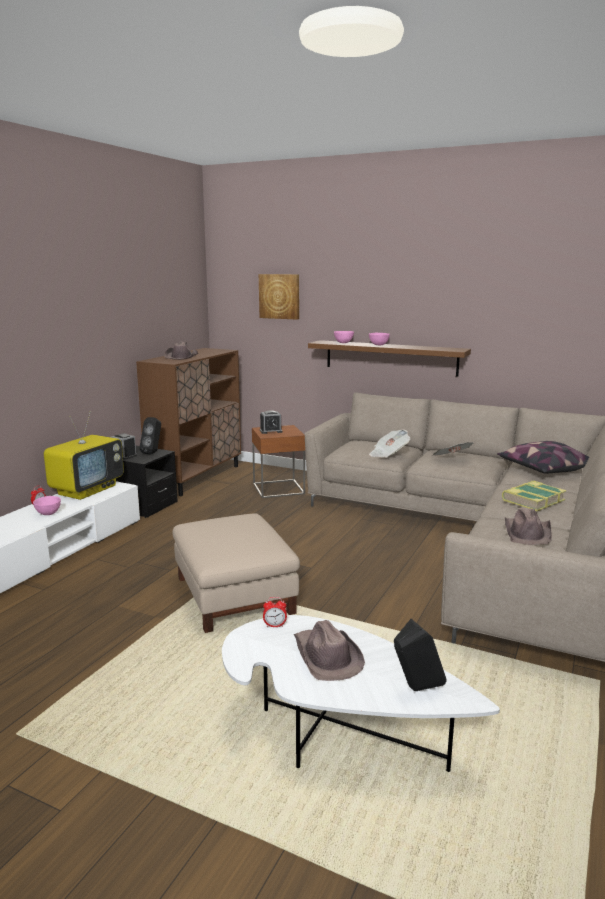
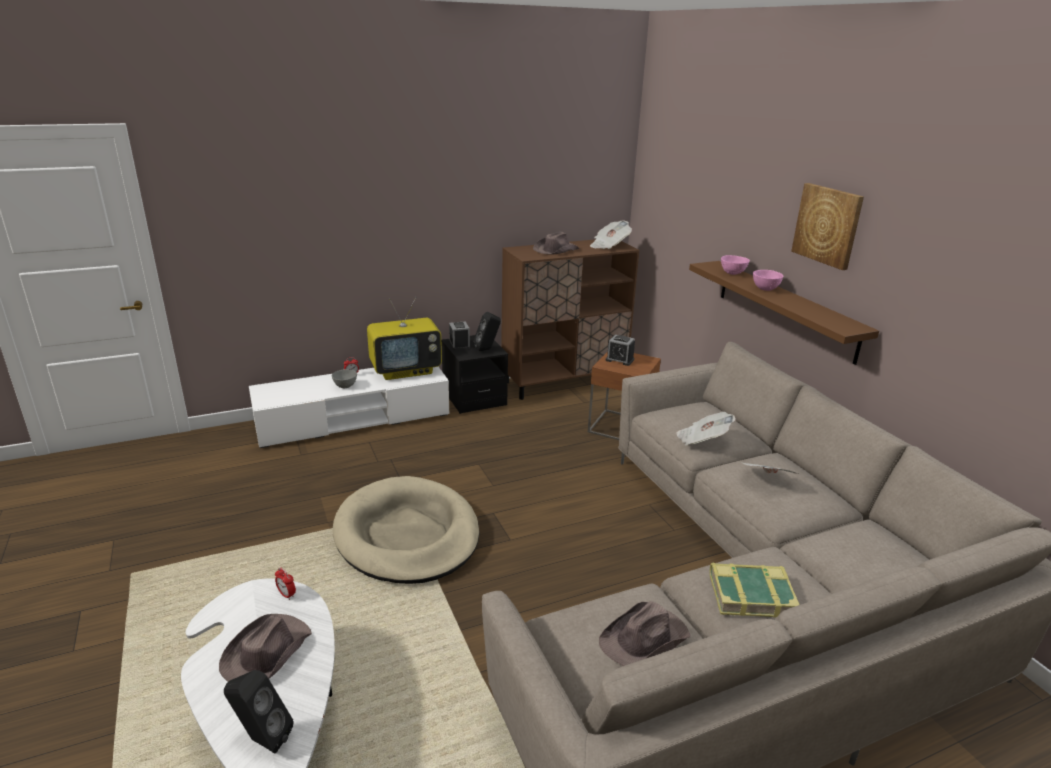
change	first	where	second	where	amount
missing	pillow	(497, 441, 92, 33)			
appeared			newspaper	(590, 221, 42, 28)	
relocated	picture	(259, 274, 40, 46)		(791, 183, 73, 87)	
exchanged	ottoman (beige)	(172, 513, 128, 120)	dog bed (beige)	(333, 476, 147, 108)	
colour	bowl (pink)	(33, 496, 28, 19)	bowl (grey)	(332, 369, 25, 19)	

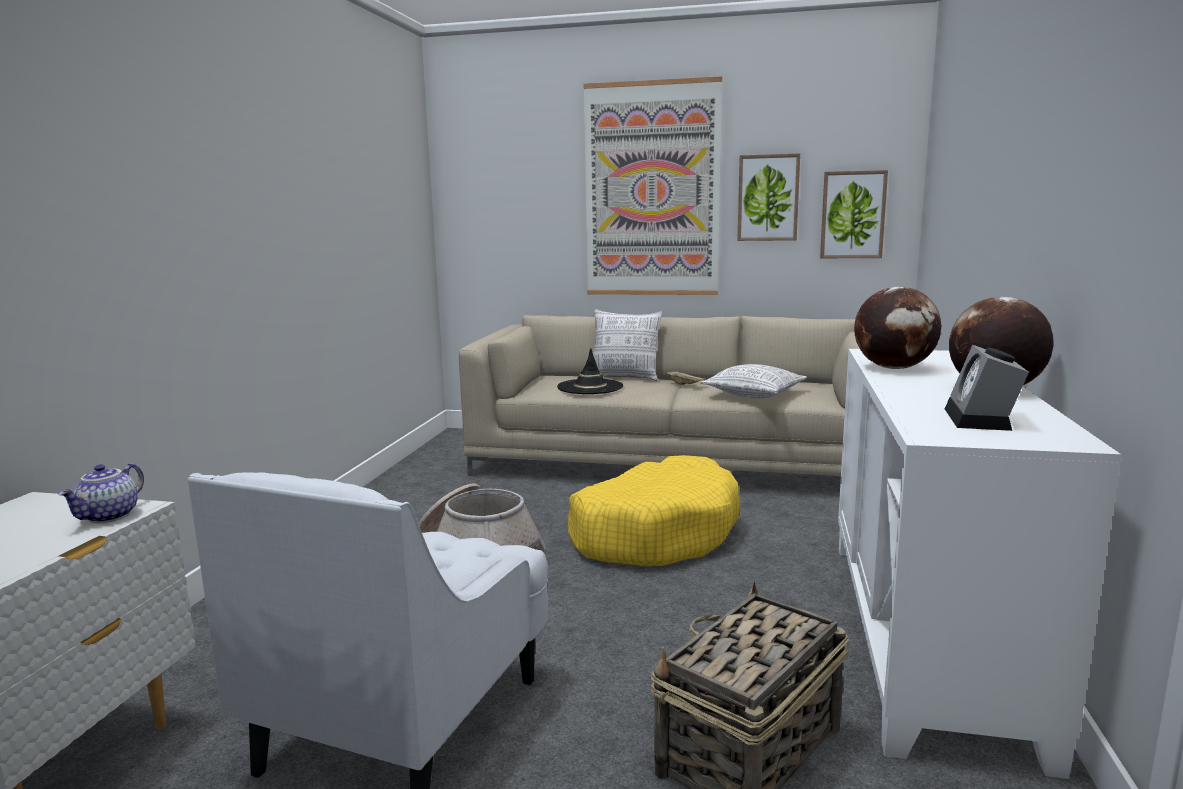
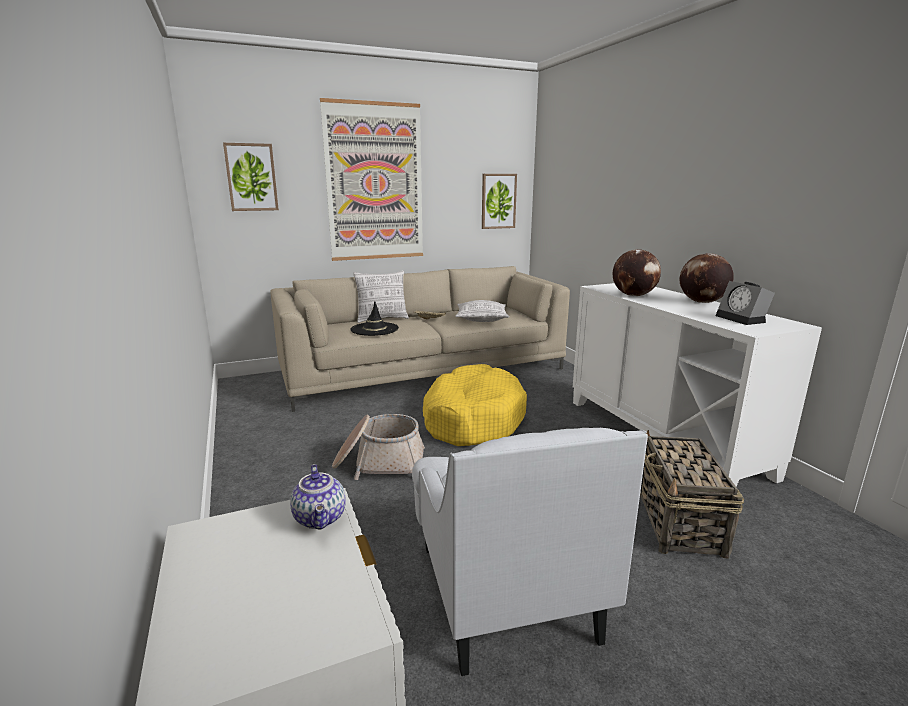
change	first	where	second	where	amount
relocated	picture	(737, 153, 63, 88)		(223, 143, 56, 68)	

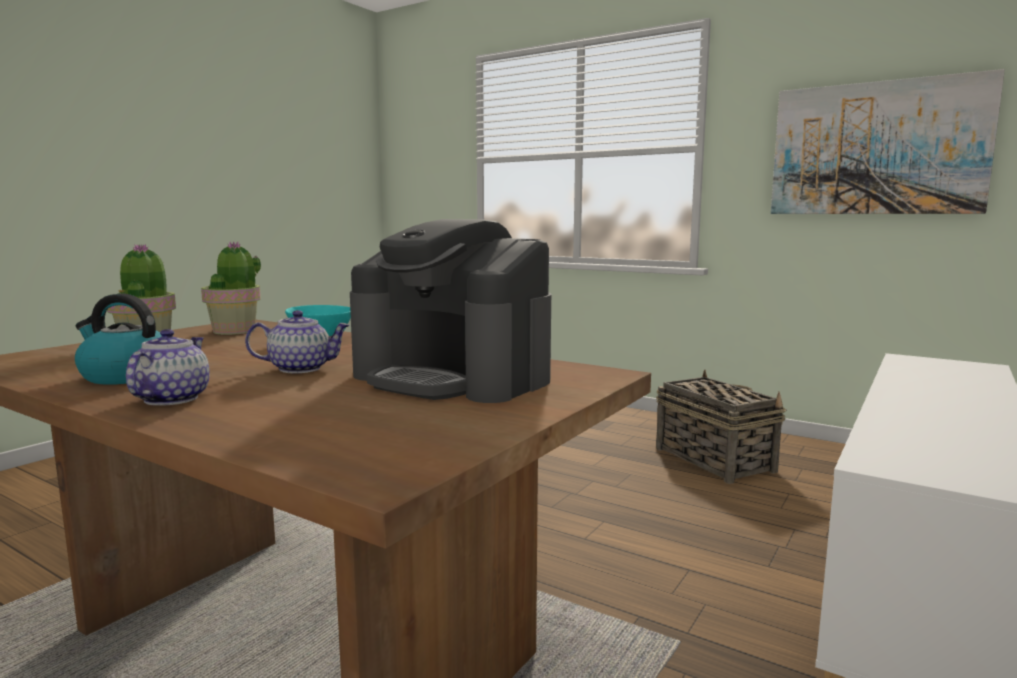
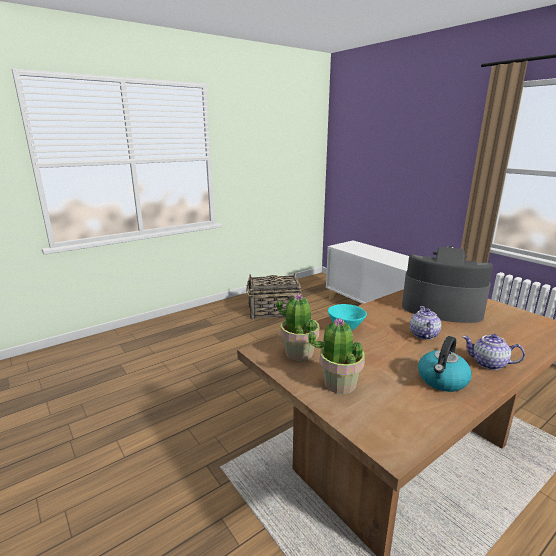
change	first	where	second	where	amount
missing	picture	(771, 69, 234, 145)			
spun	coffee machine	(350, 219, 201, 184)		(402, 246, 91, 77)	120 degrees counterclockwise

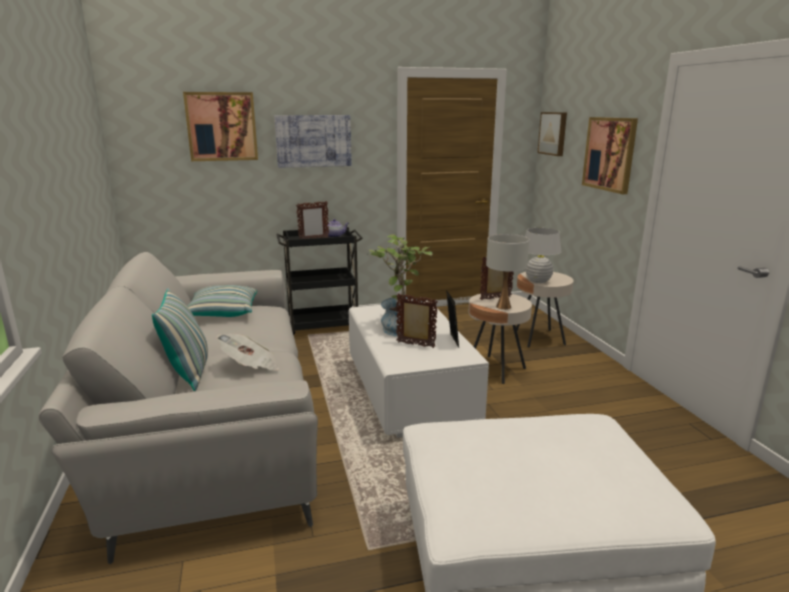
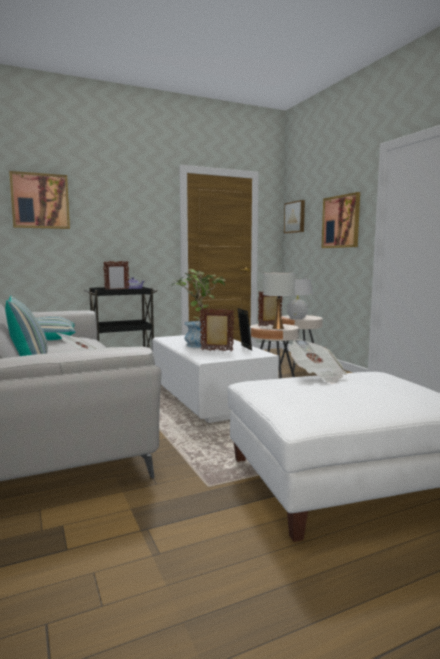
change	first	where	second	where	amount
missing	picture	(274, 115, 78, 53)			
appeared			newspaper	(288, 339, 59, 45)	

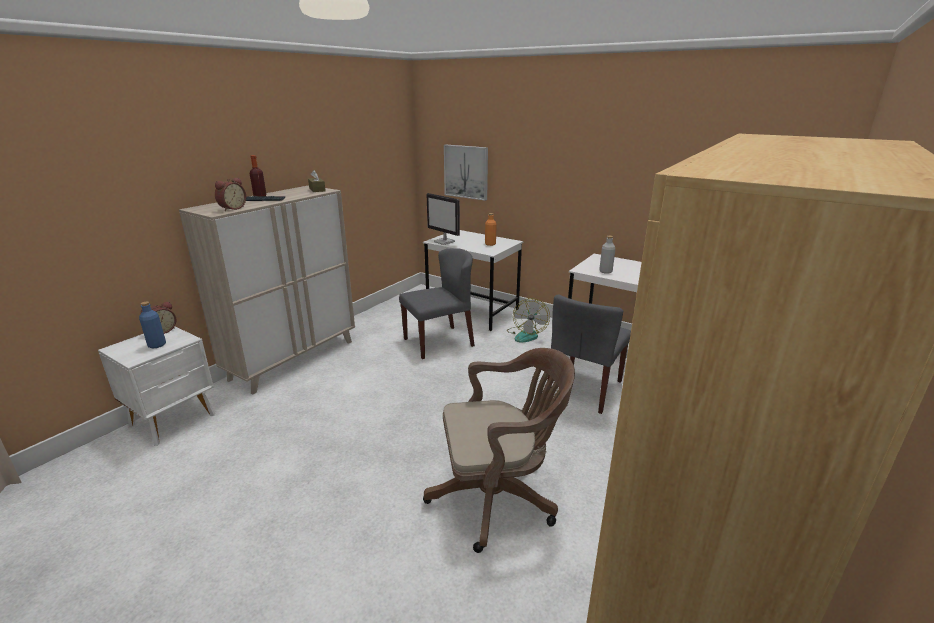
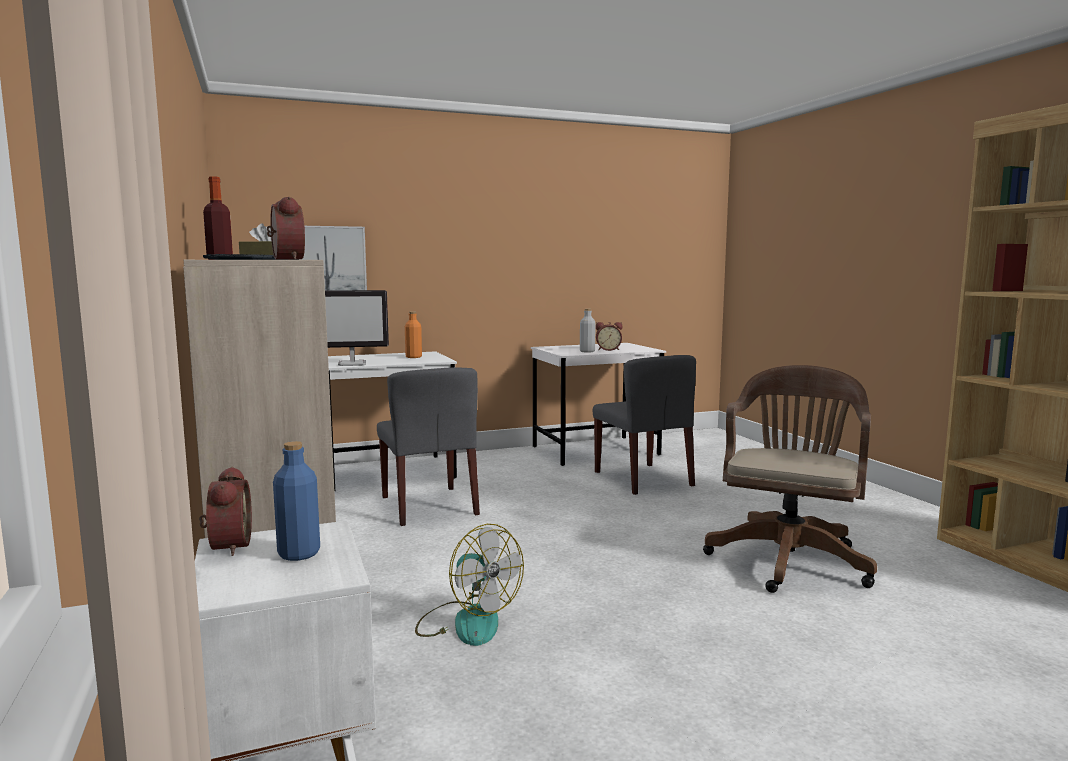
change	first	where	second	where	amount
appeared			alarm clock	(596, 322, 26, 29)	
relocated	fan	(507, 298, 43, 44)		(415, 524, 109, 122)	
spun	chair (grey)	(399, 248, 76, 111)		(377, 367, 103, 159)	150 degrees clockwise

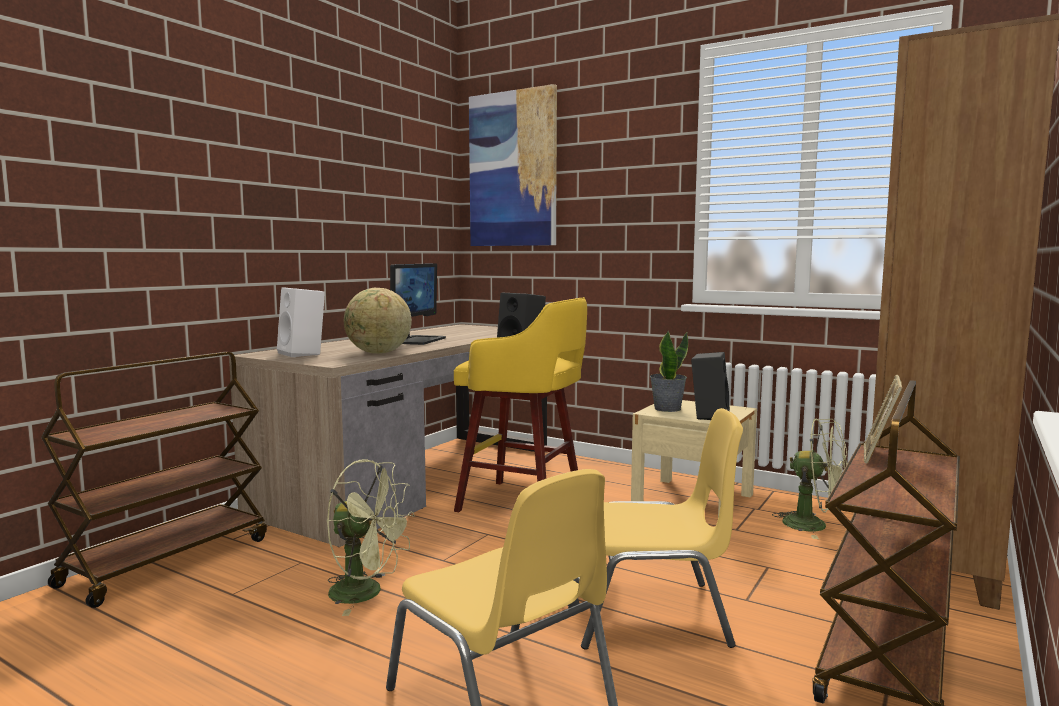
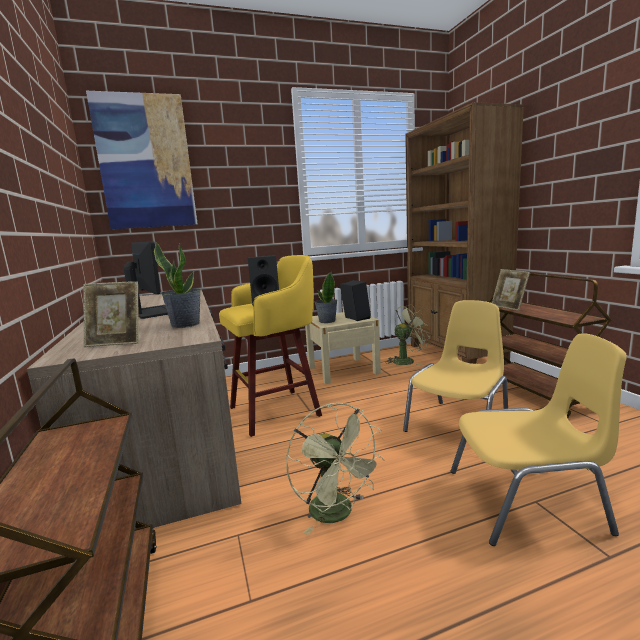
change	first	where	second	where	amount
exchanged	speaker (white)	(277, 287, 48, 70)	picture frame	(84, 281, 55, 66)	
exchanged	globe	(344, 288, 68, 66)	potted plant	(154, 242, 47, 86)	
spun	fan (green)	(327, 459, 88, 157)		(286, 403, 99, 132)	90 degrees clockwise

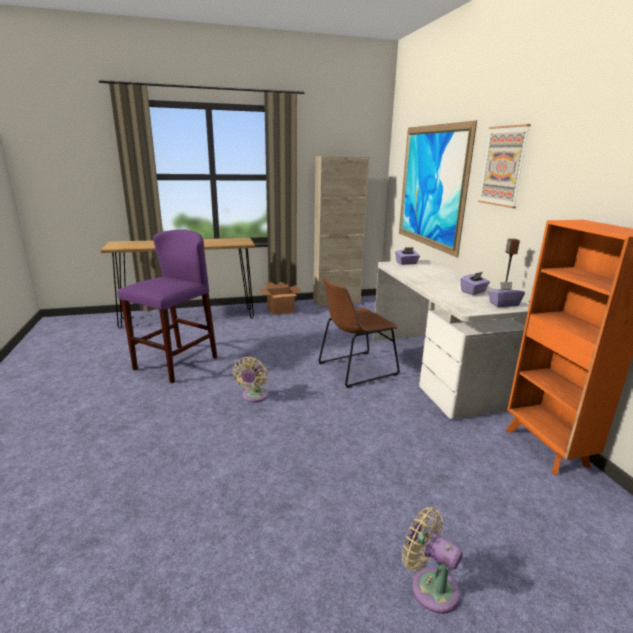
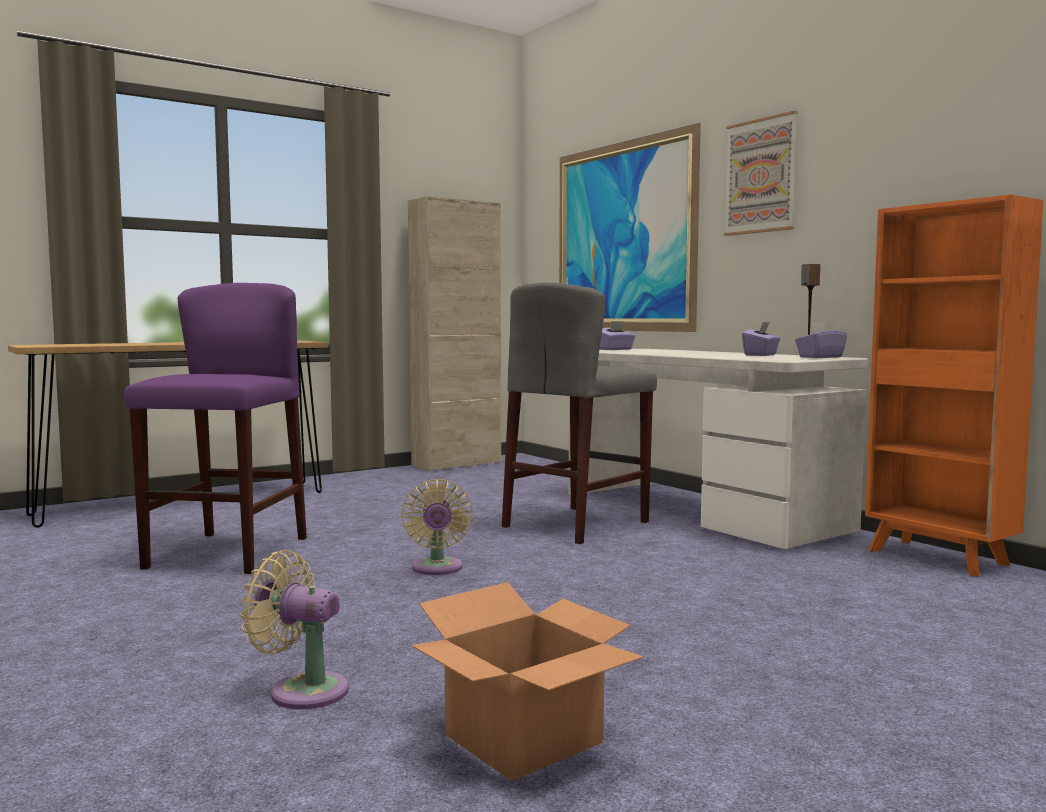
change	first	where	second	where	amount
relocated	cardboard box	(260, 282, 41, 33)		(411, 582, 233, 199)	
relocated	fan (beige)	(402, 507, 61, 107)		(240, 550, 109, 159)	
exchanged	chair (brown)	(318, 276, 82, 112)	stool (grey)	(502, 282, 155, 262)	

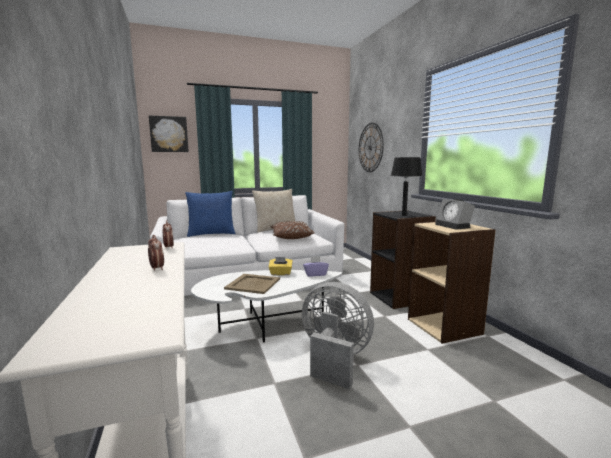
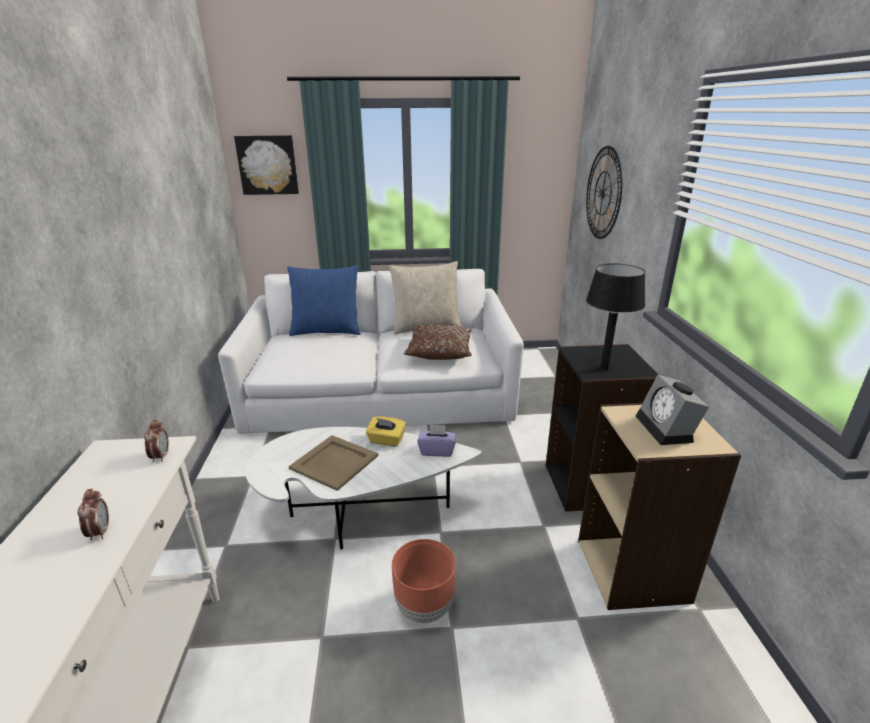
change	first	where	second	where	amount
exchanged	fan (grey)	(302, 282, 72, 108)	planter (brown)	(392, 539, 64, 84)	

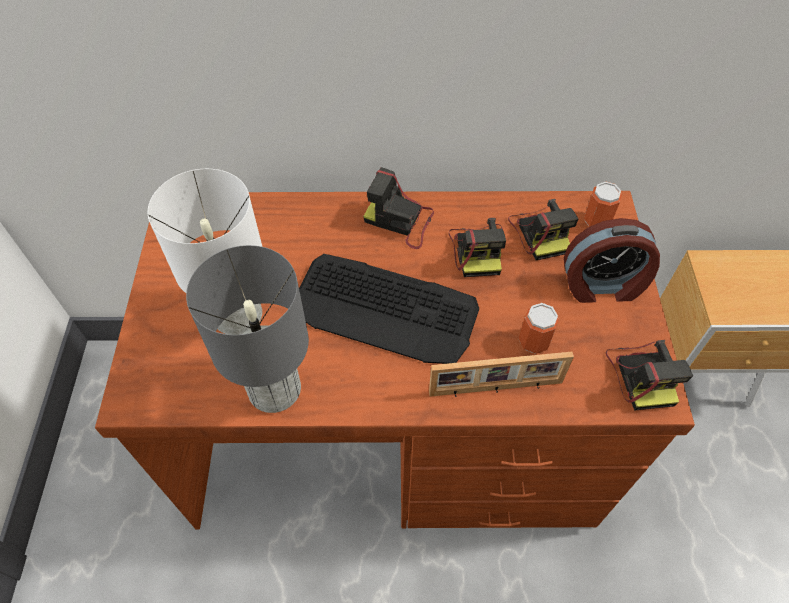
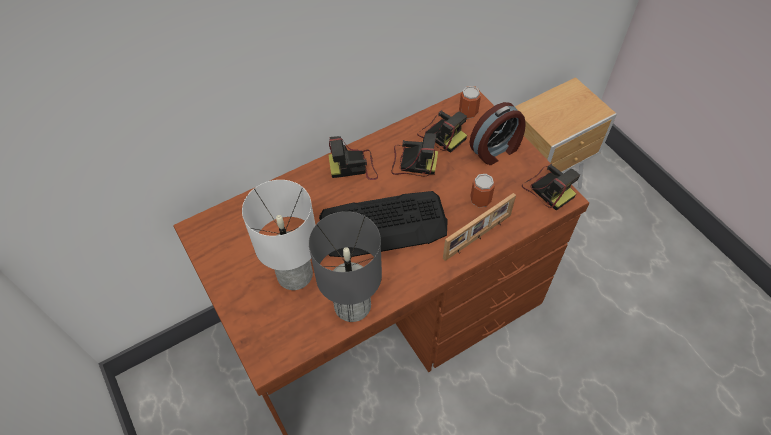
change	first	where	second	where	amount
spun	photo camera	(449, 218, 57, 59)		(391, 133, 47, 43)	45 degrees counterclockwise

